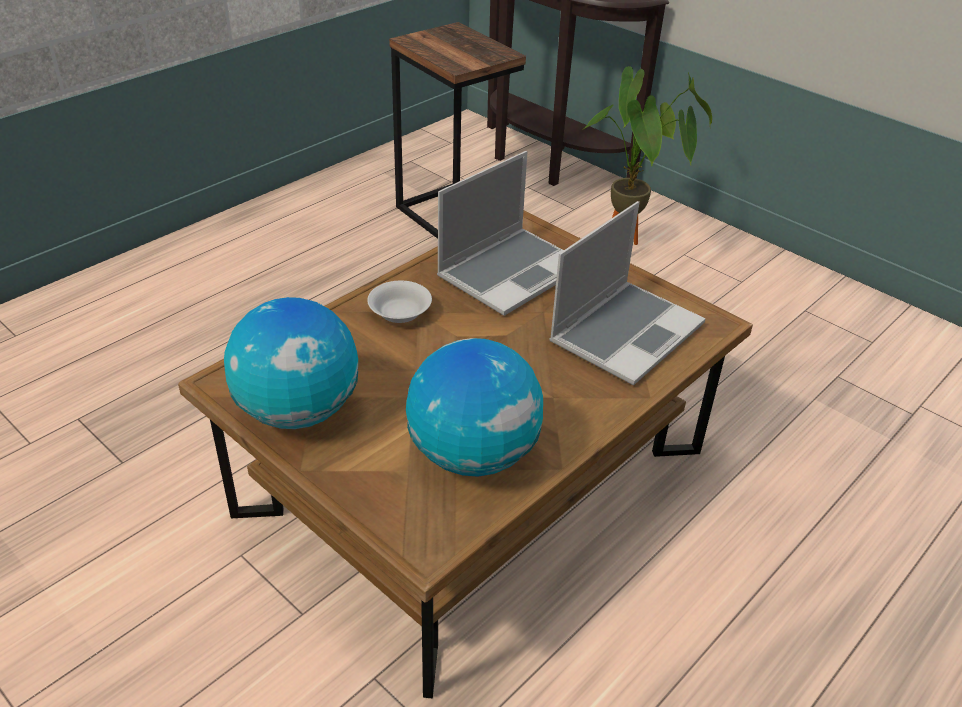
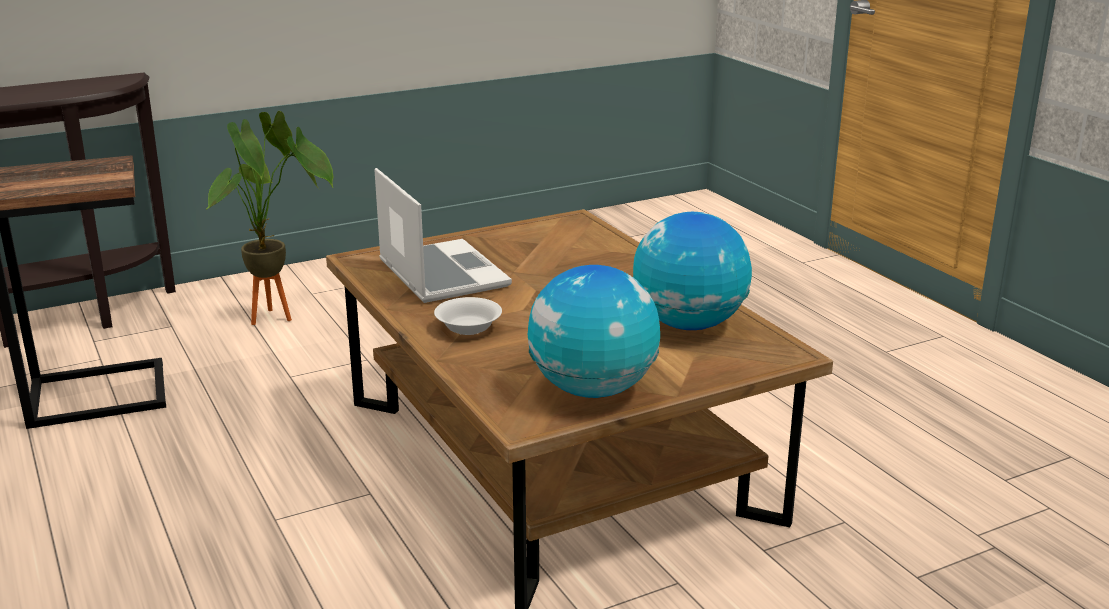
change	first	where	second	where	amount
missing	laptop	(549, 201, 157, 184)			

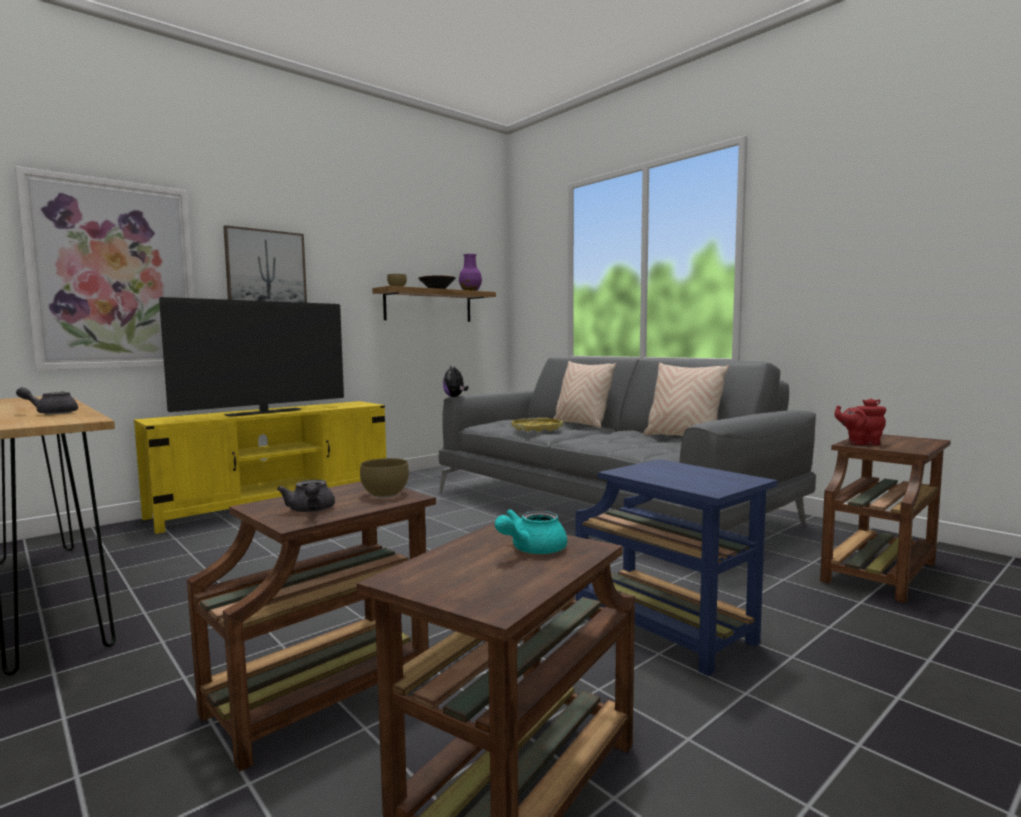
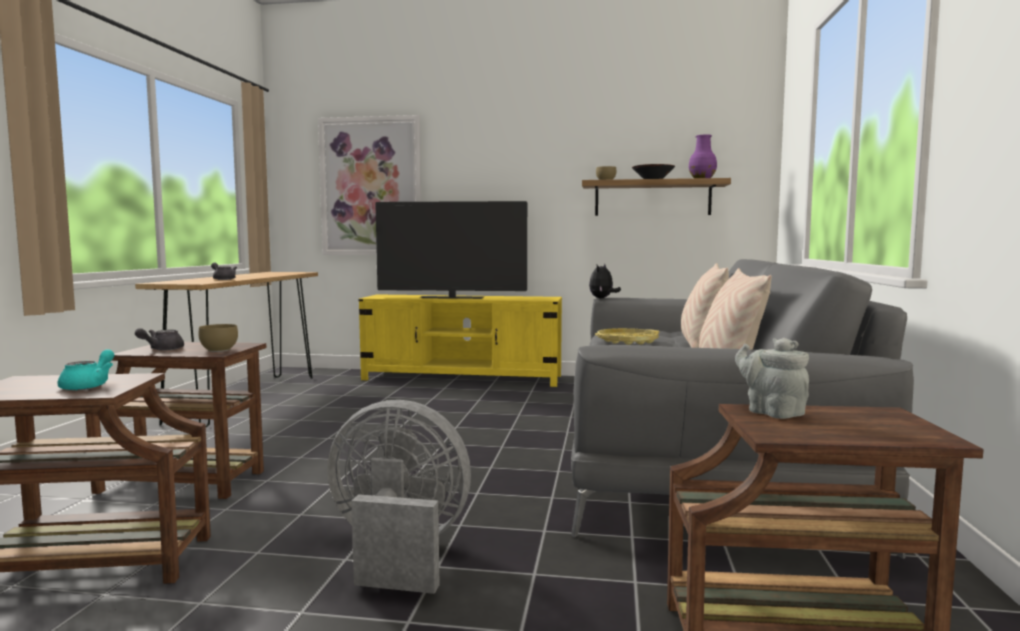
change	first	where	second	where	amount
missing	picture	(223, 225, 84, 78)			
exchanged	side table (blue)	(575, 459, 202, 217)	fan (grey)	(327, 400, 144, 194)	
colour	teapot (red)	(834, 399, 52, 46)	teapot (grey)	(735, 338, 74, 81)	
spun	teapot (turquoise)	(495, 509, 73, 45)		(57, 349, 57, 41)	90 degrees clockwise

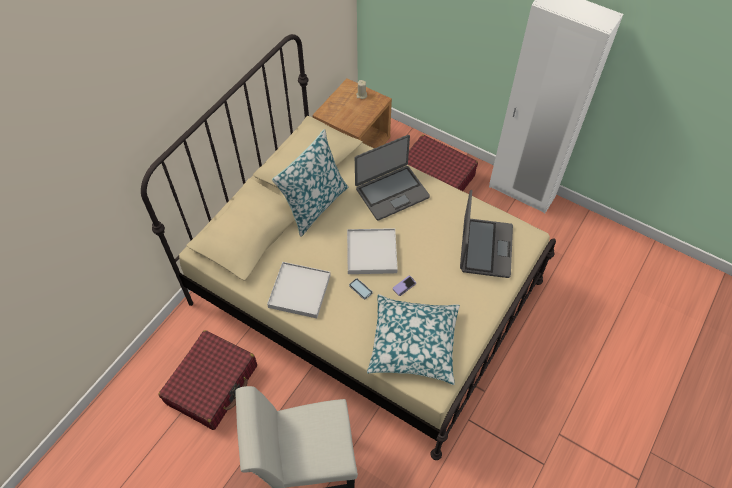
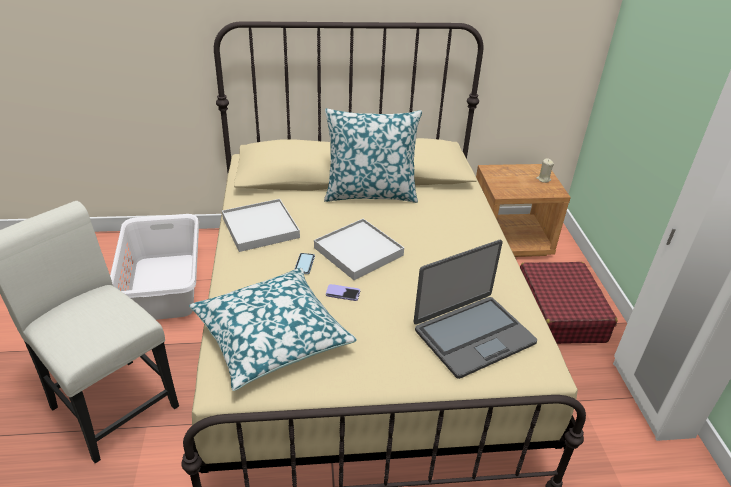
change	first	where	second	where	amount
missing	laptop	(355, 135, 75, 86)			
exchanged	suitcase (red)	(158, 330, 99, 100)	laundry basket (white)	(110, 214, 89, 106)	

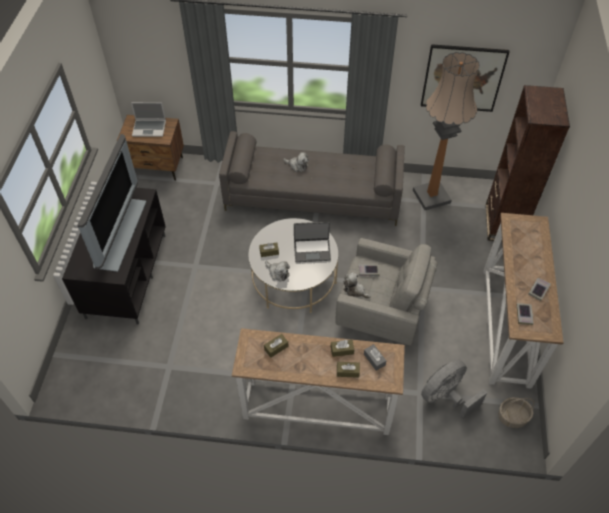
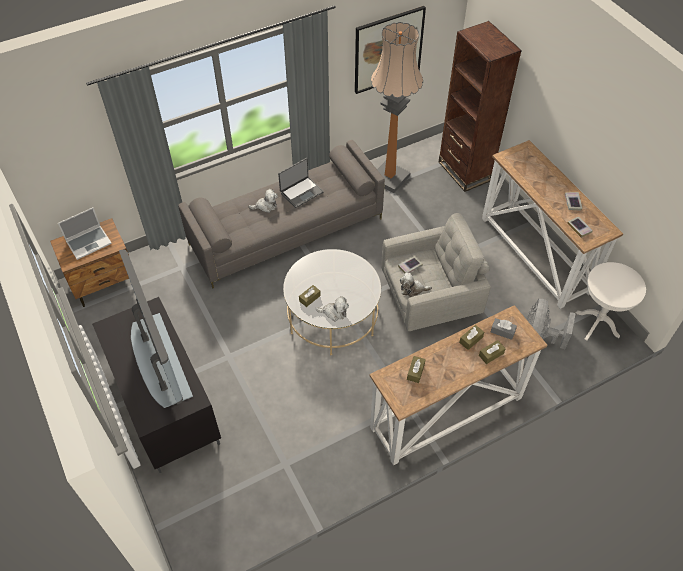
change	first	where	second	where	amount
relocated	laptop	(294, 222, 37, 40)		(278, 158, 46, 50)	
exchanged	basket	(498, 397, 36, 31)	side table (white)	(575, 262, 71, 79)	

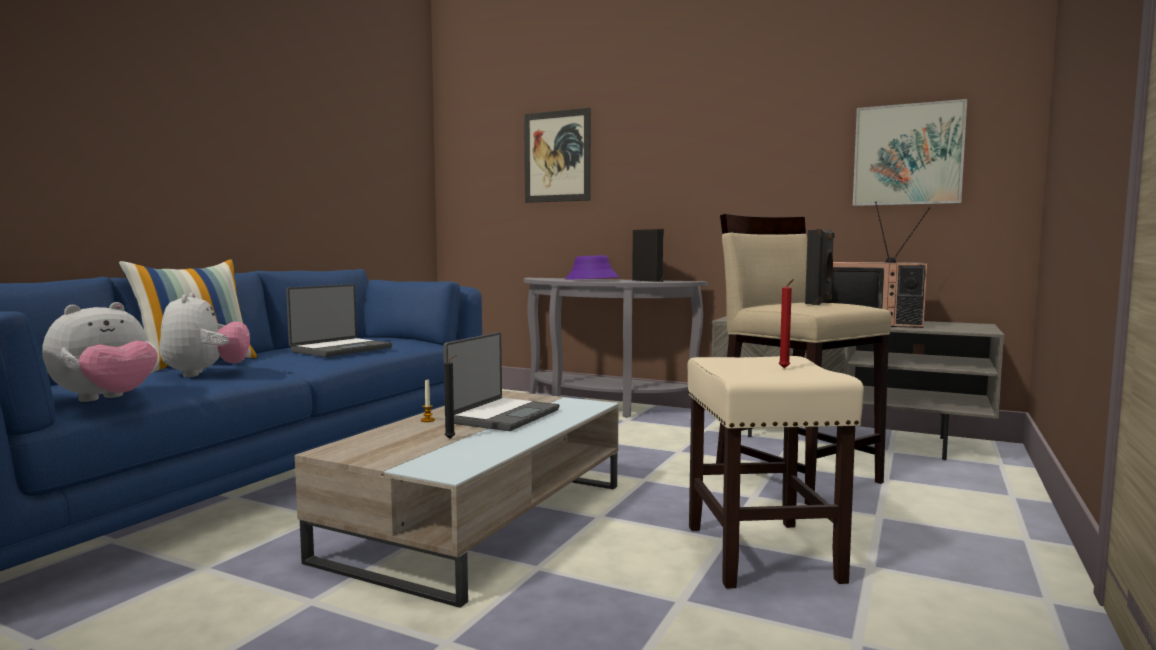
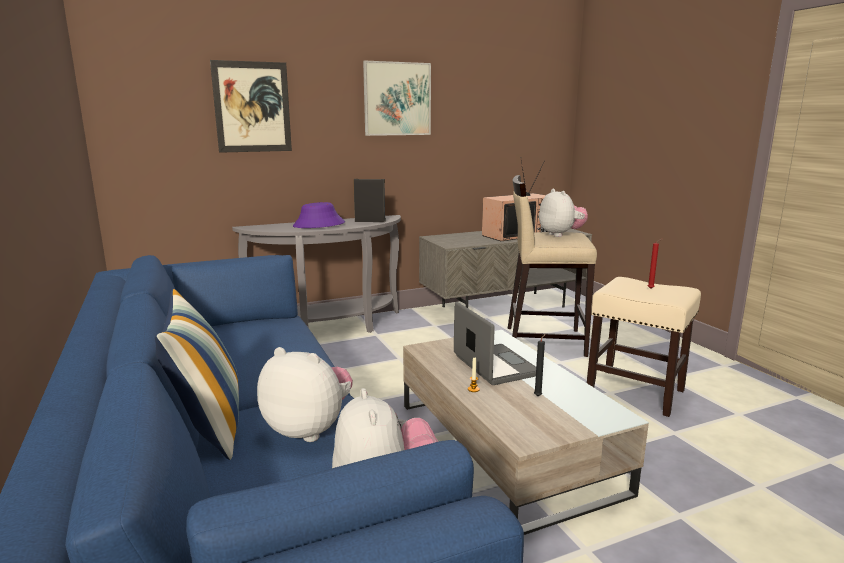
change	first	where	second	where	amount
missing	laptop	(286, 284, 106, 73)			
relocated	picture	(853, 99, 114, 107)		(363, 61, 68, 75)	
exchanged	speaker (black)	(805, 229, 30, 76)	plush toy	(539, 189, 49, 48)	

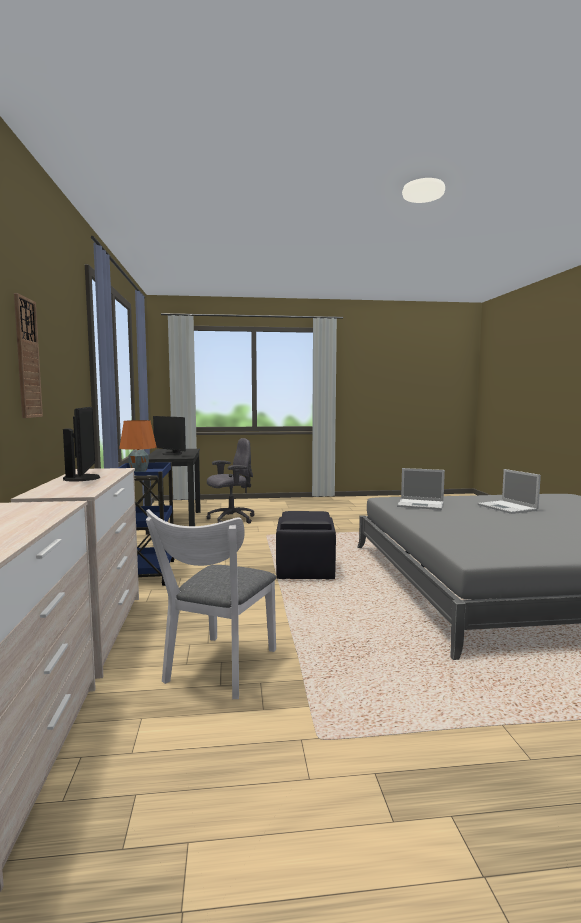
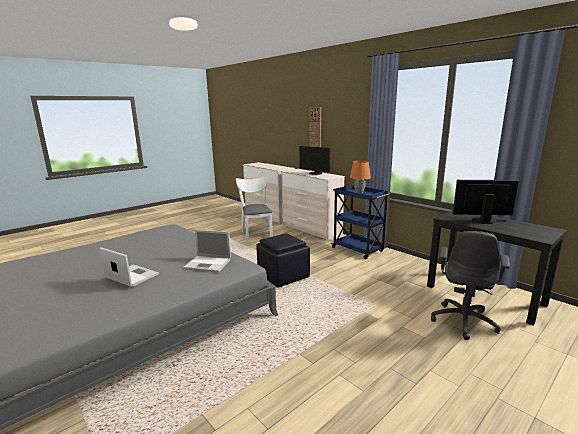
change	first	where	second	where	amount
spun	laptop	(397, 468, 48, 42)		(183, 230, 48, 42)	150 degrees counterclockwise

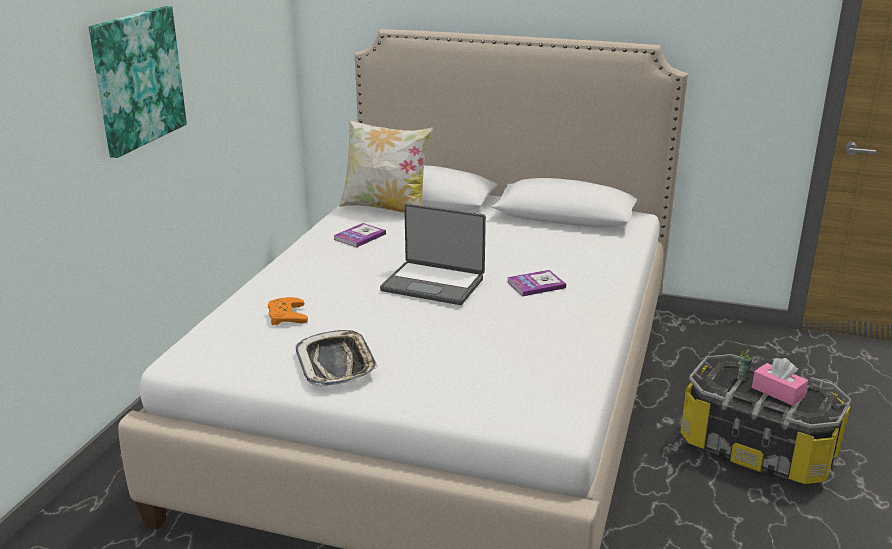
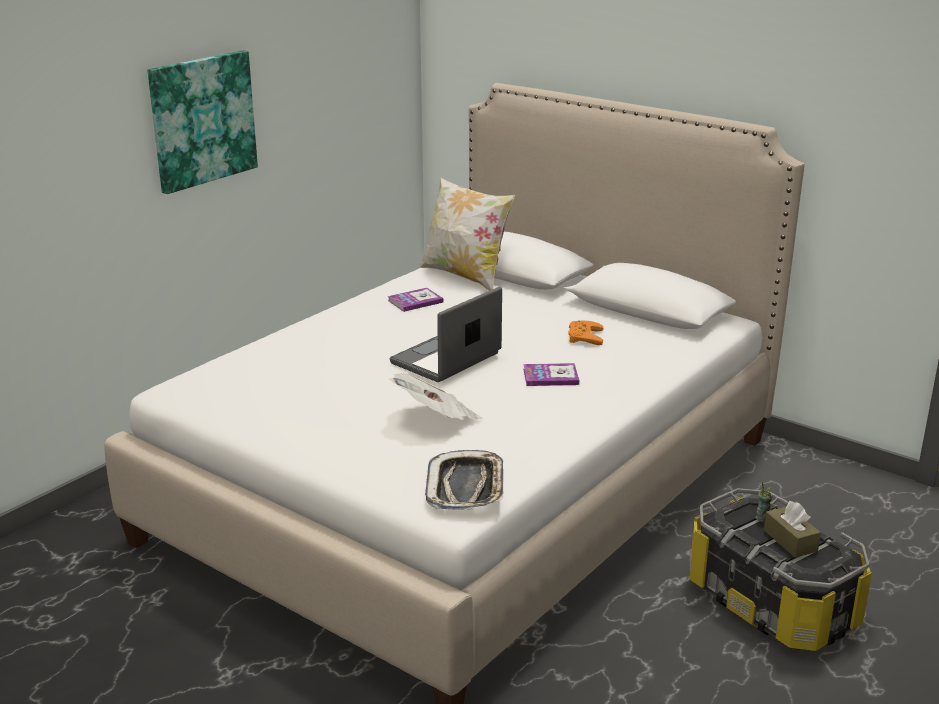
change	first	where	second	where	amount
appeared			newspaper	(389, 373, 94, 47)	
relocated	game controller (orange)	(268, 297, 40, 28)		(568, 321, 35, 24)	
relocated	tray	(295, 330, 83, 57)		(425, 450, 78, 60)	
colour	tissue box (pink)	(752, 358, 56, 48)	tissue box (brown)	(764, 501, 57, 57)	
spun	laptop	(380, 203, 106, 102)		(390, 287, 112, 95)	90 degrees clockwise

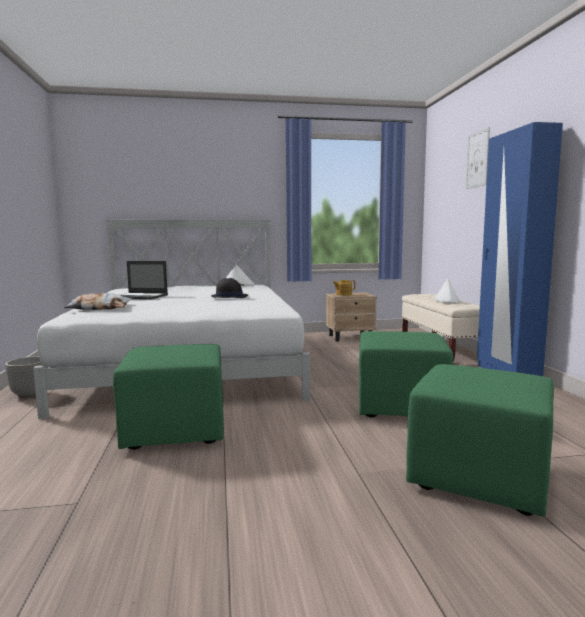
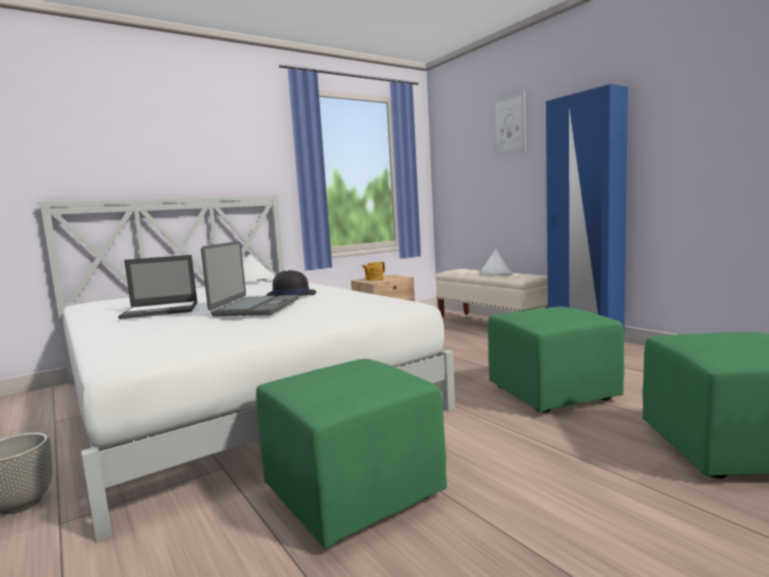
change	first	where	second	where	amount
missing	pillow	(64, 293, 68, 17)			
appeared			laptop	(201, 241, 98, 76)	

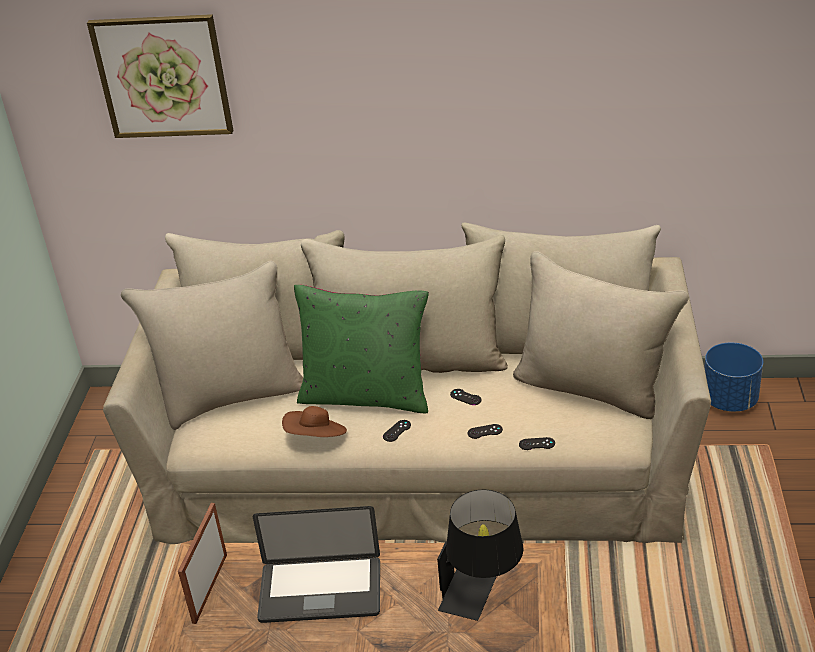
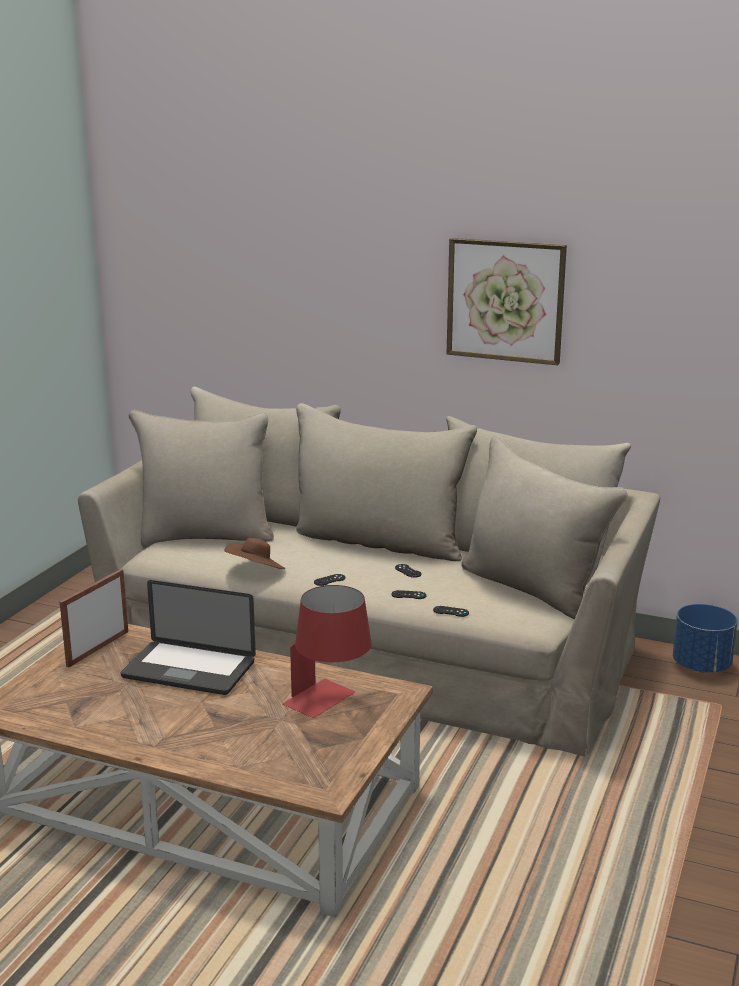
change	first	where	second	where	amount
missing	pillow (green)	(294, 285, 135, 128)			
relocated	picture	(87, 14, 147, 124)		(447, 238, 120, 127)	
colour	table lamp (black)	(437, 490, 86, 131)	table lamp (red)	(283, 585, 89, 133)	

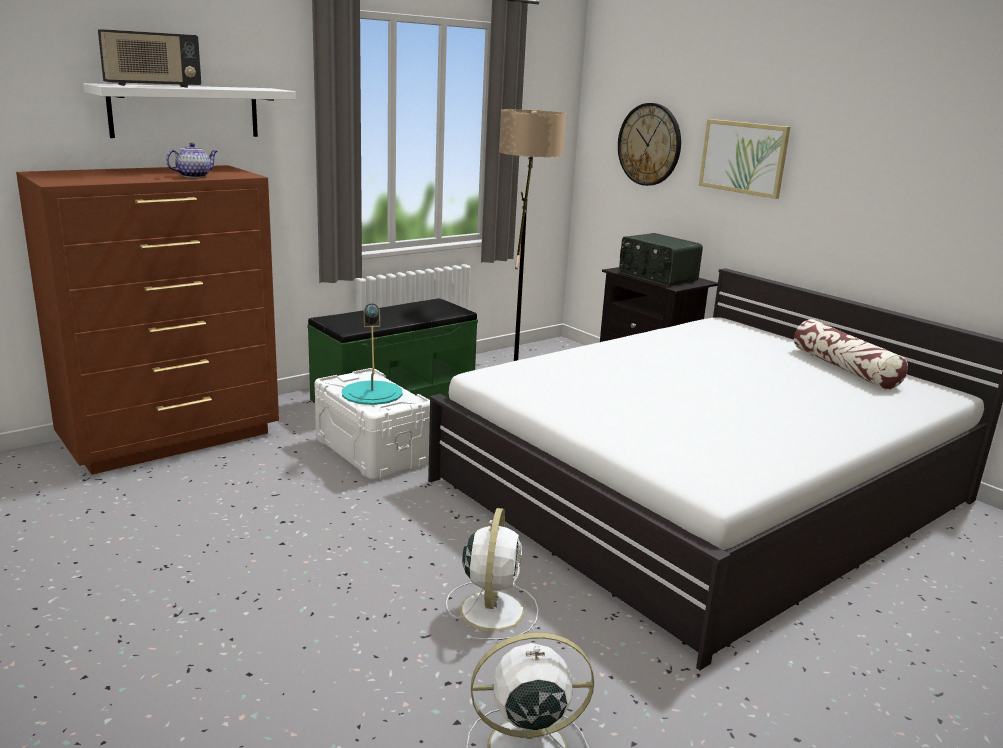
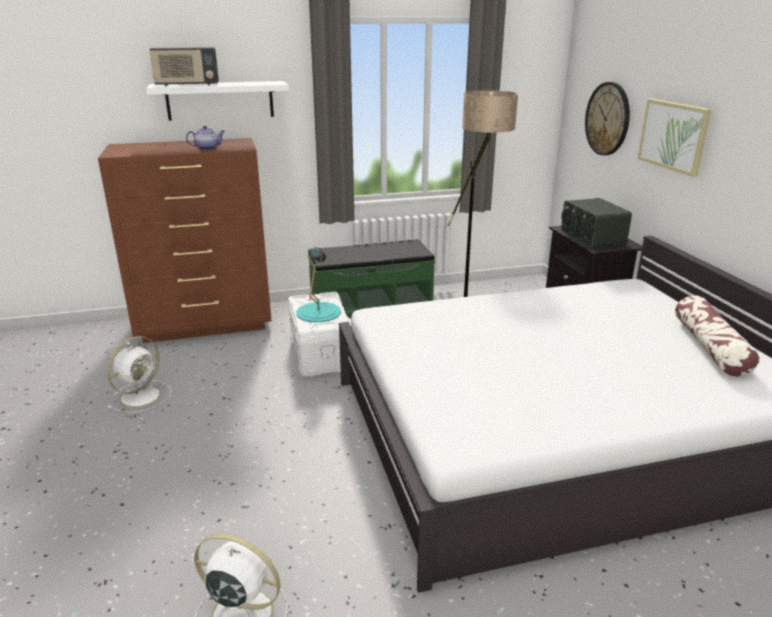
change	first	where	second	where	amount
relocated	fan (white)	(446, 508, 93, 132)		(107, 336, 65, 77)	

